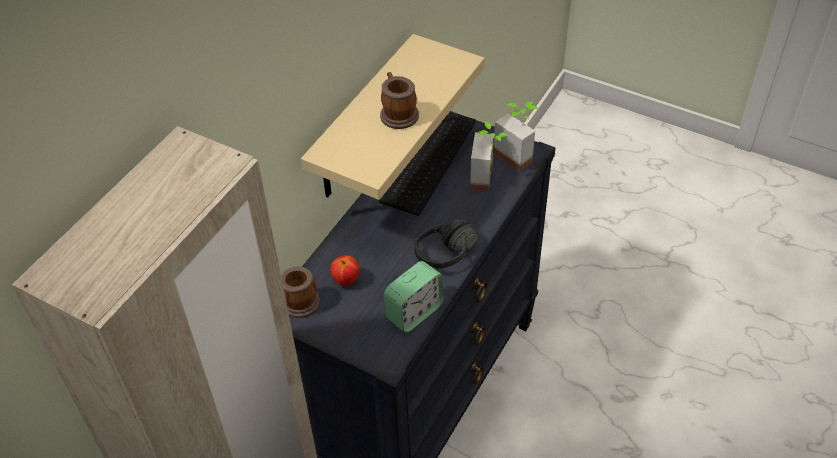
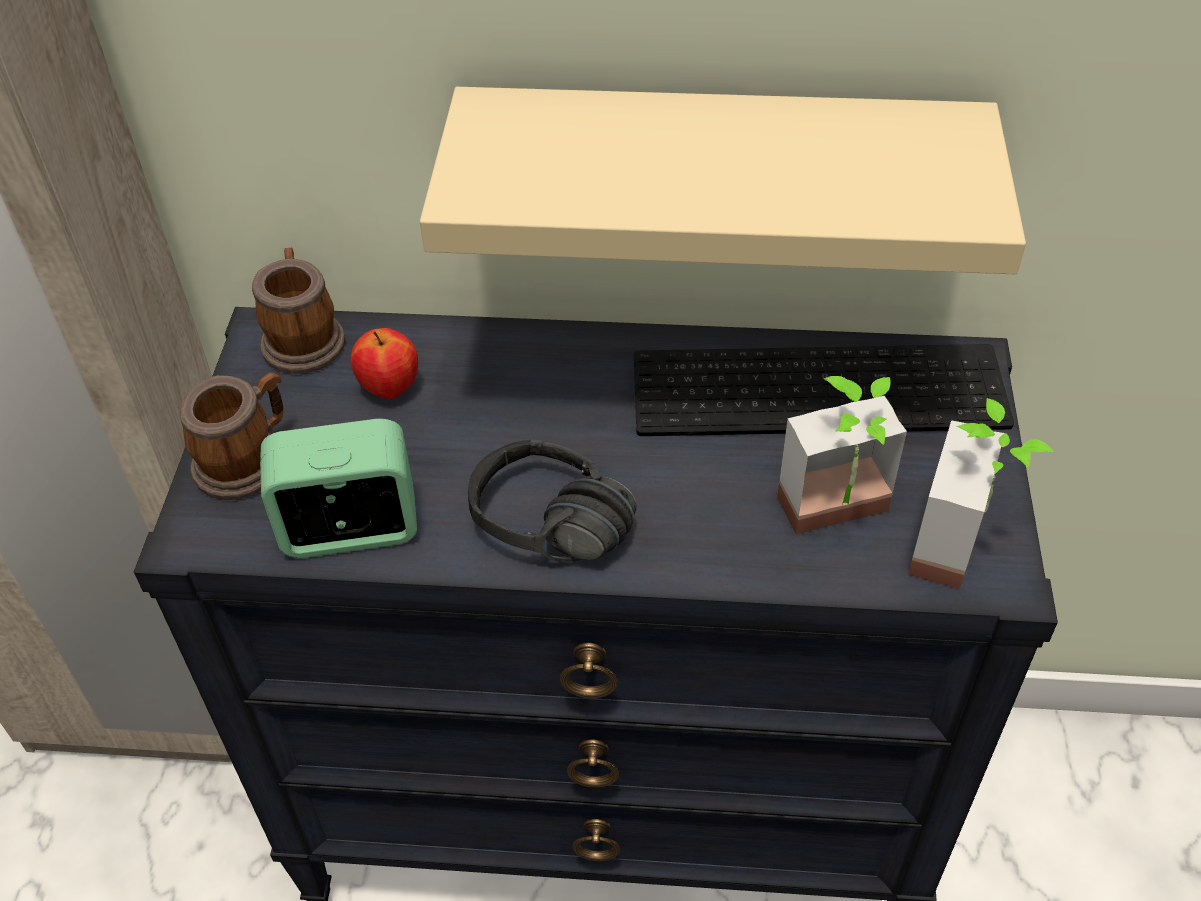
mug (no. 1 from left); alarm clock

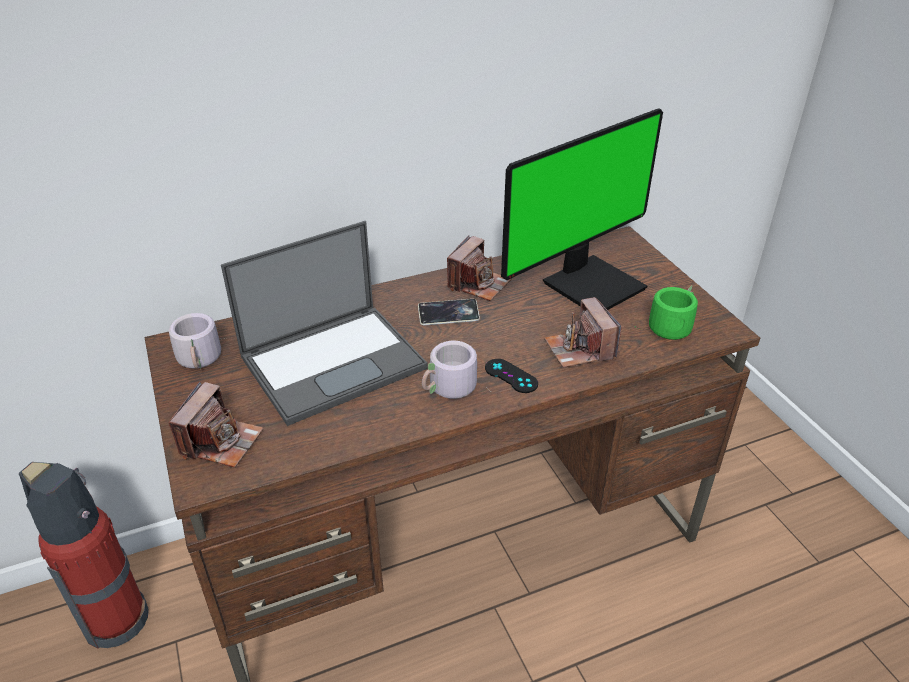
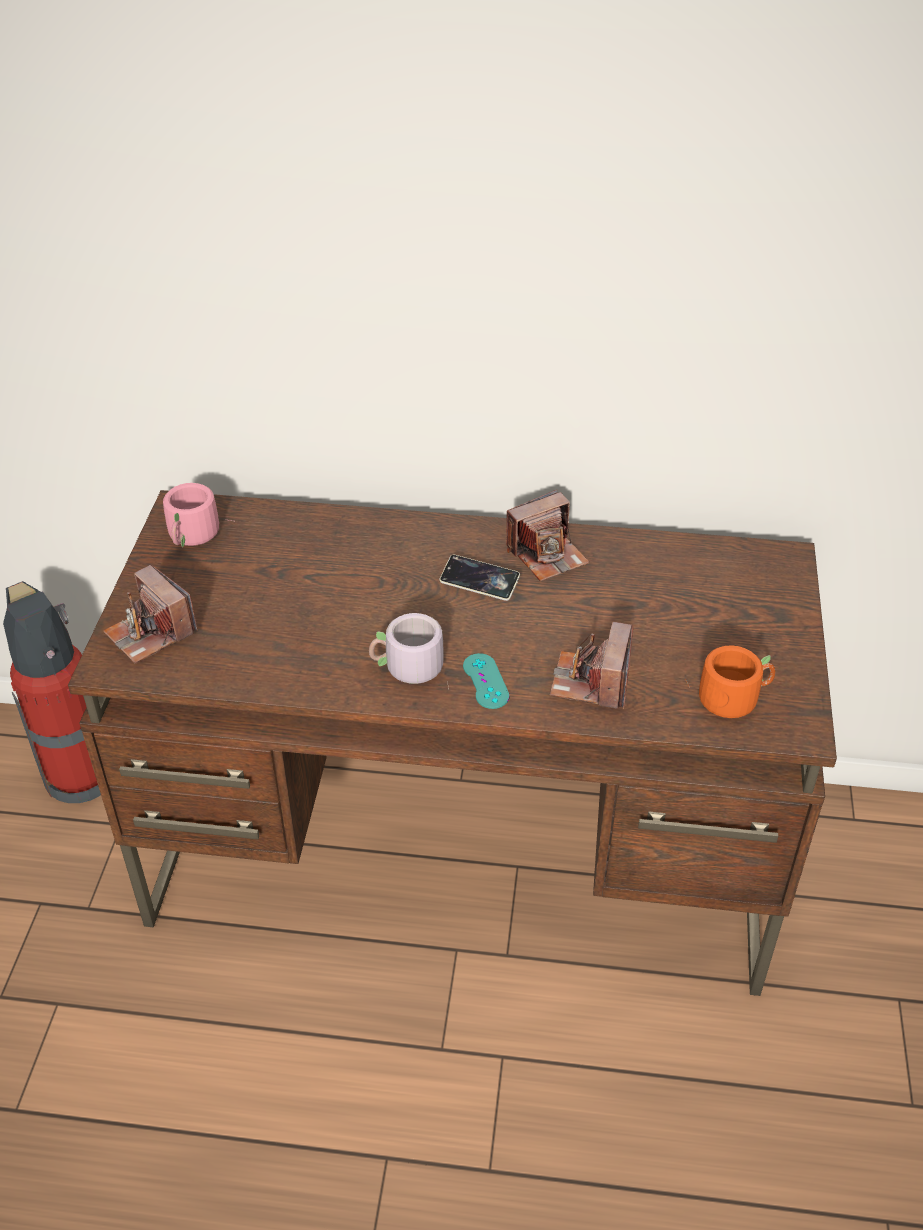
laptop; monitor; pink mug; turquoise game controller; orange mug; photo camera (no. 1 from left)

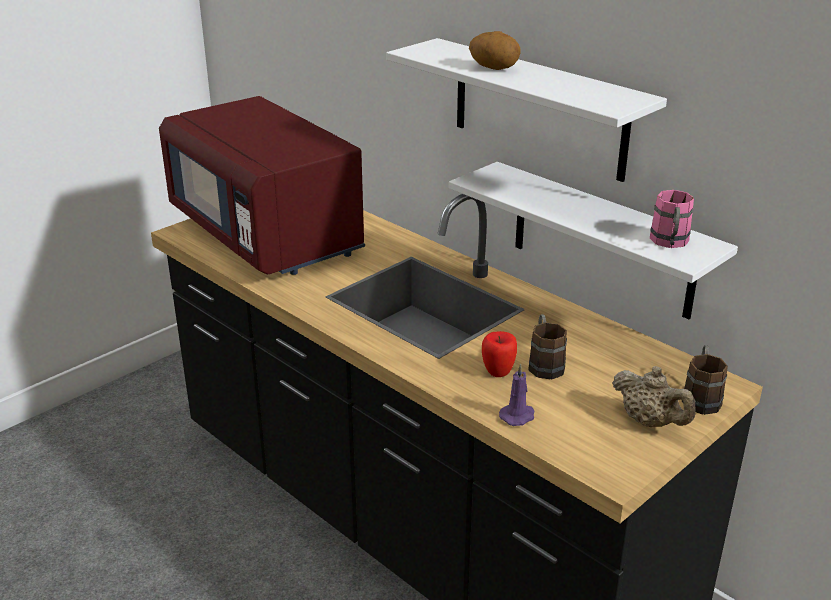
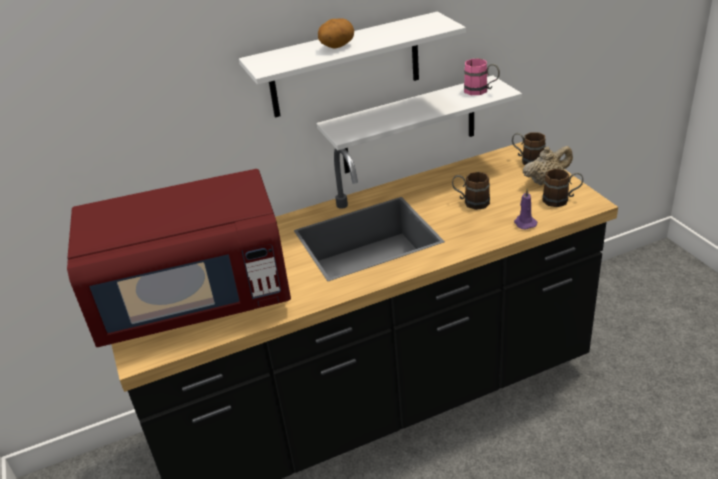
apple; brown mug (no. 3 from left)

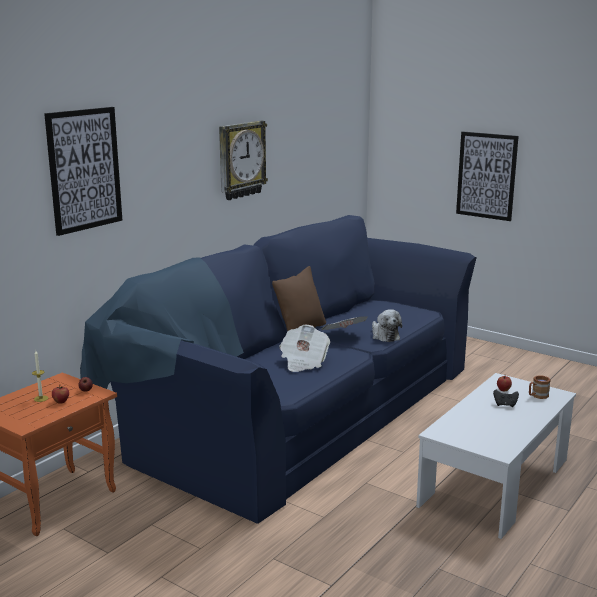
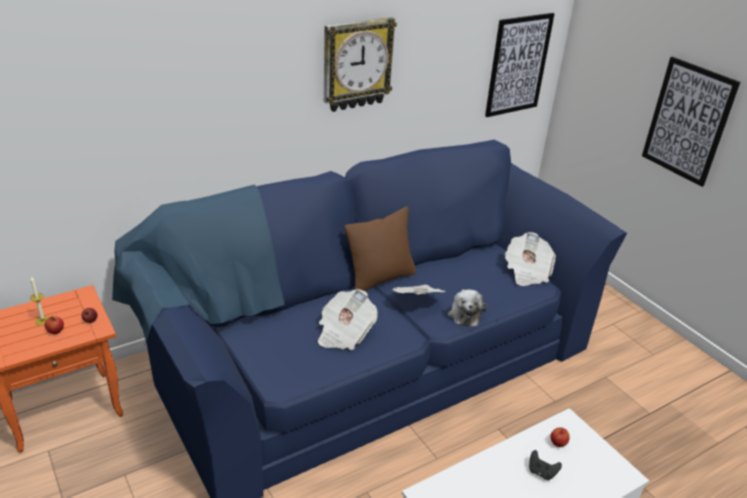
brown mug; newspaper (no. 3 from left); picture (no. 1 from left)

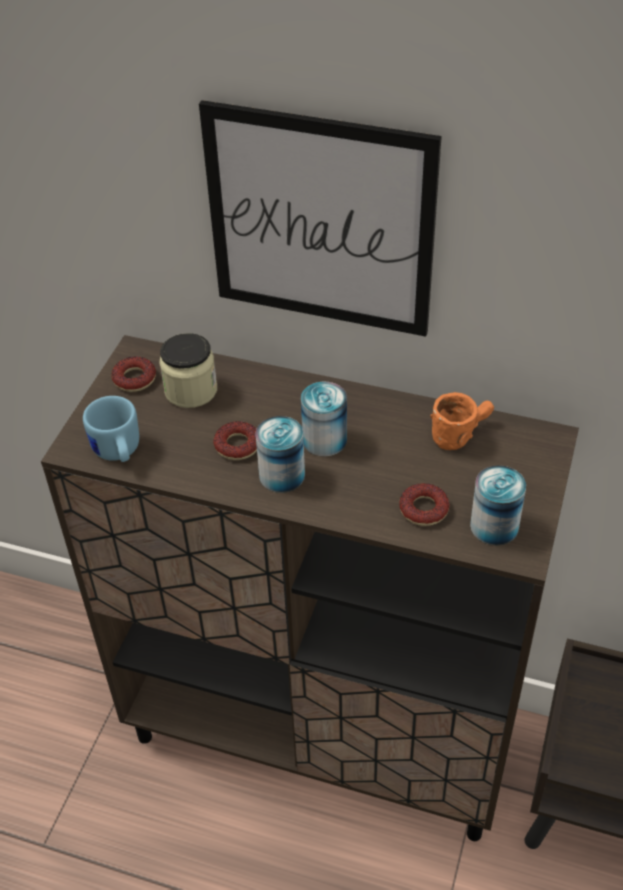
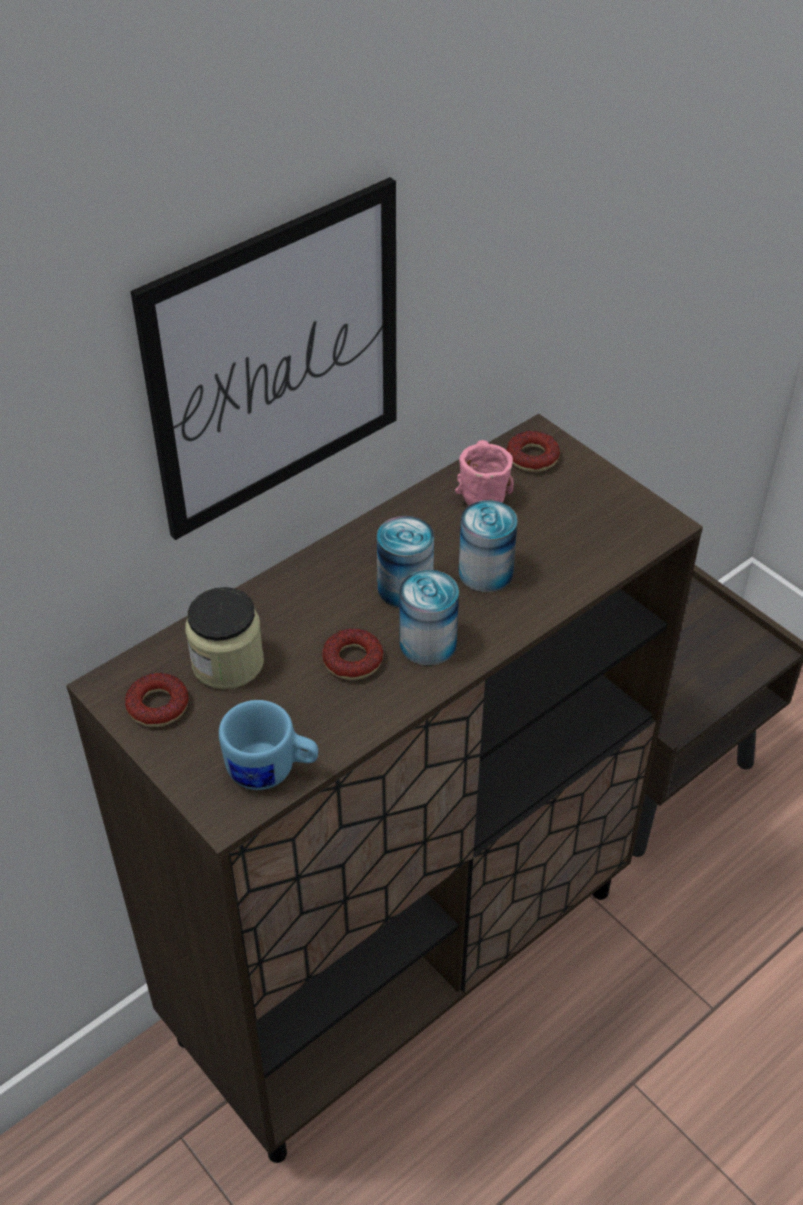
donut (no. 3 from left); can (no. 3 from left); pink mug

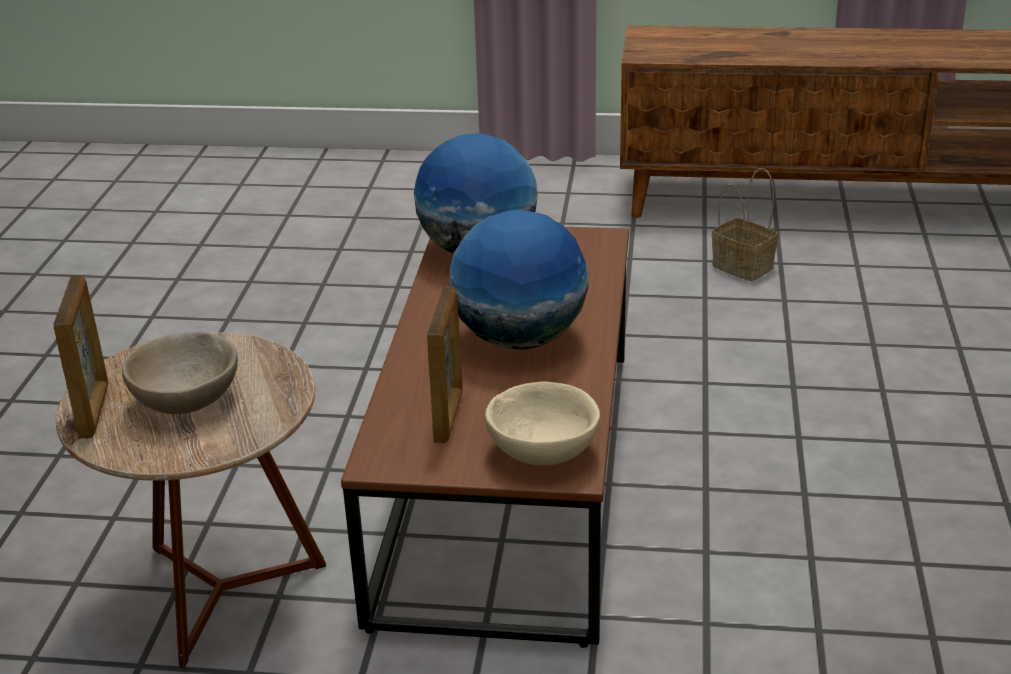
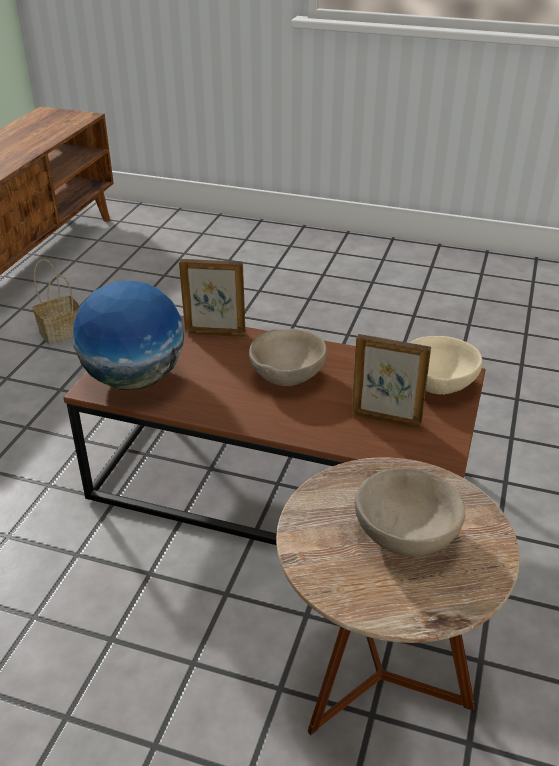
picture frame (no. 1 from left); beige bowl (no. 1 from left)

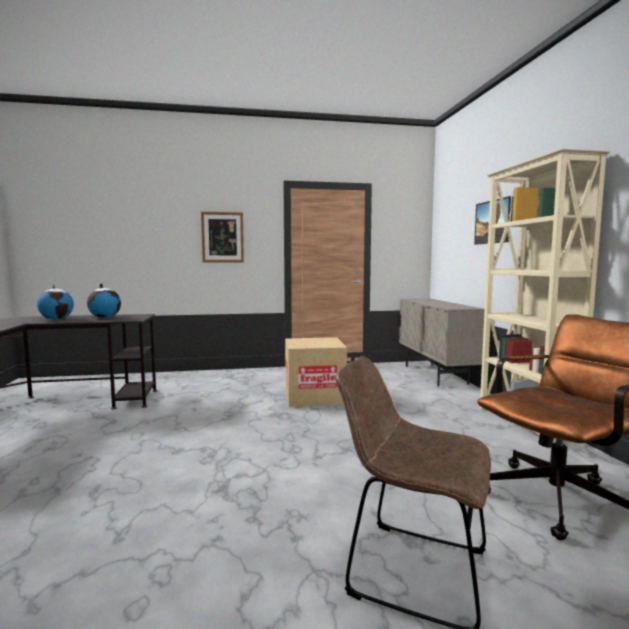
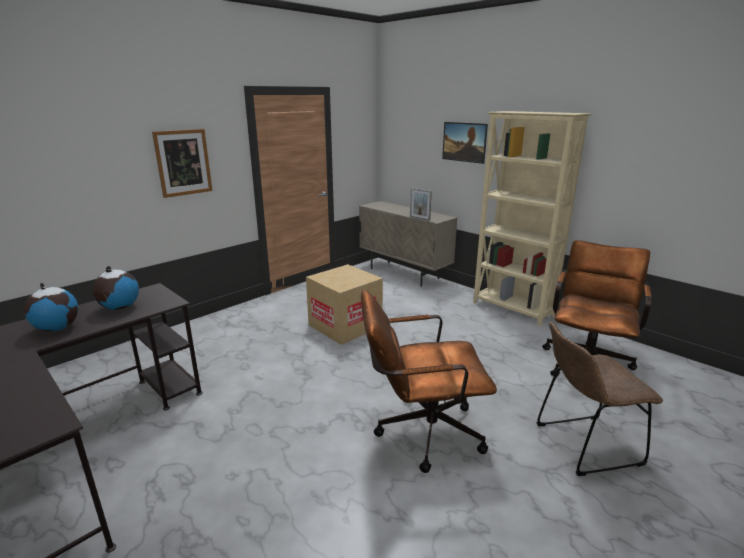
brown office chair (no. 1 from left); picture frame

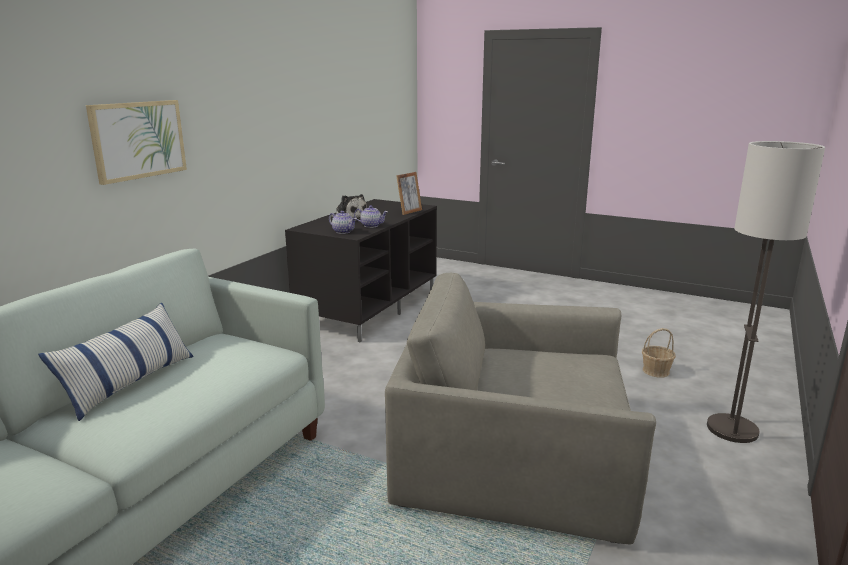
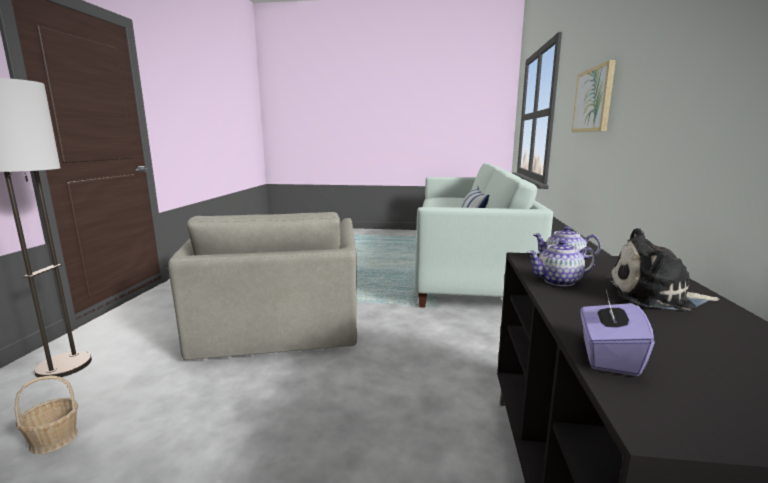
purple tissue box; grey armchair

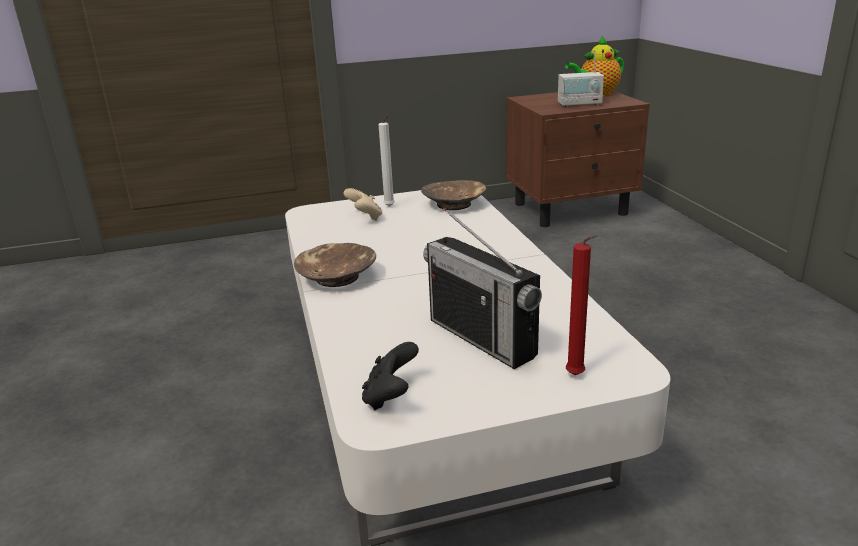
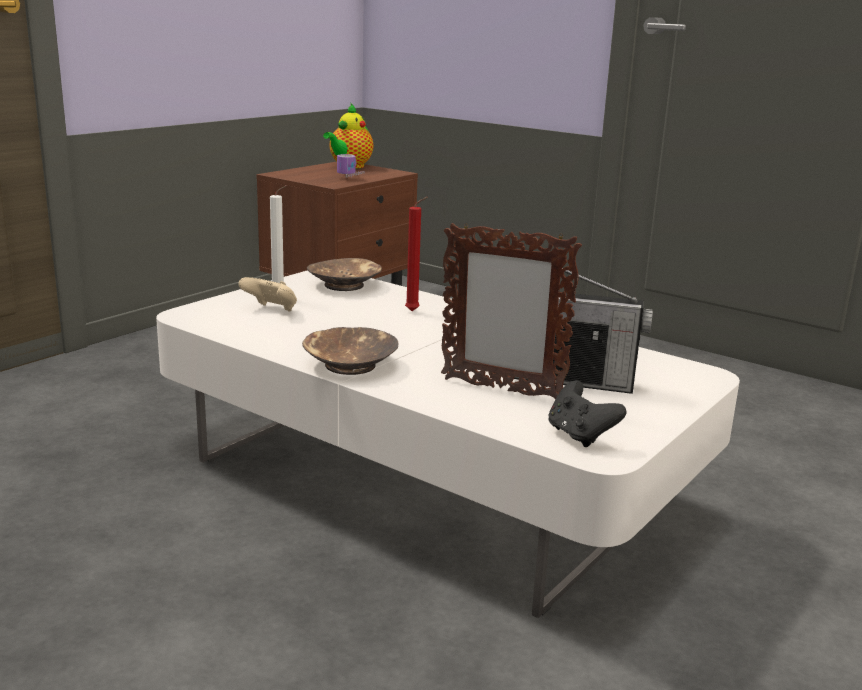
picture frame; red candle; mug

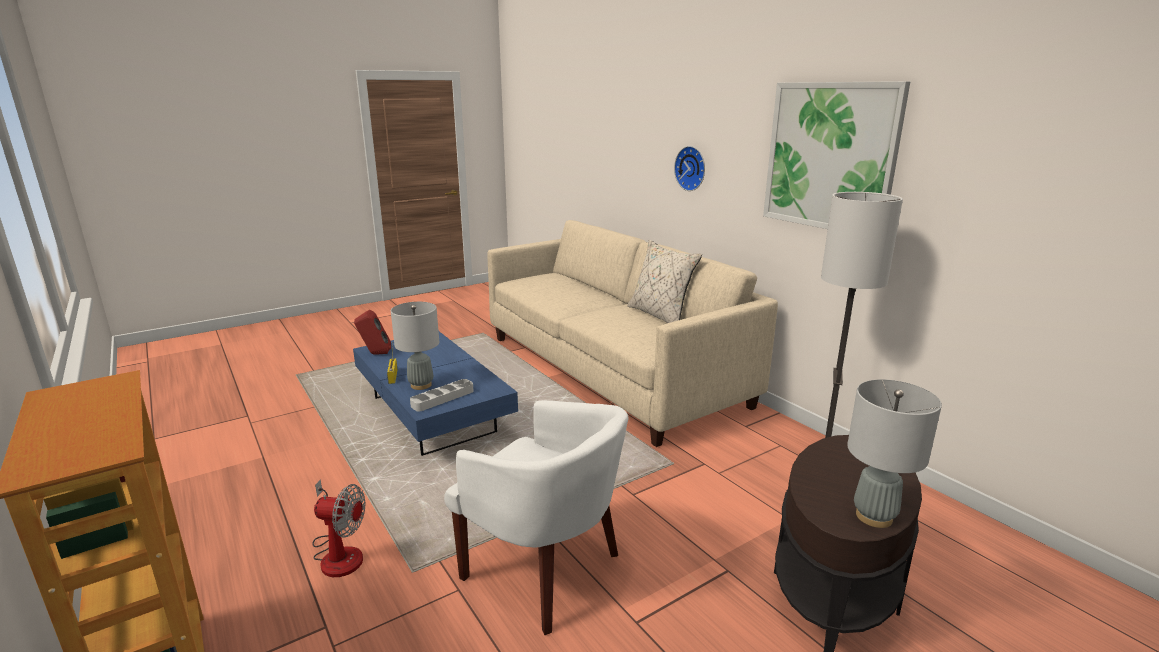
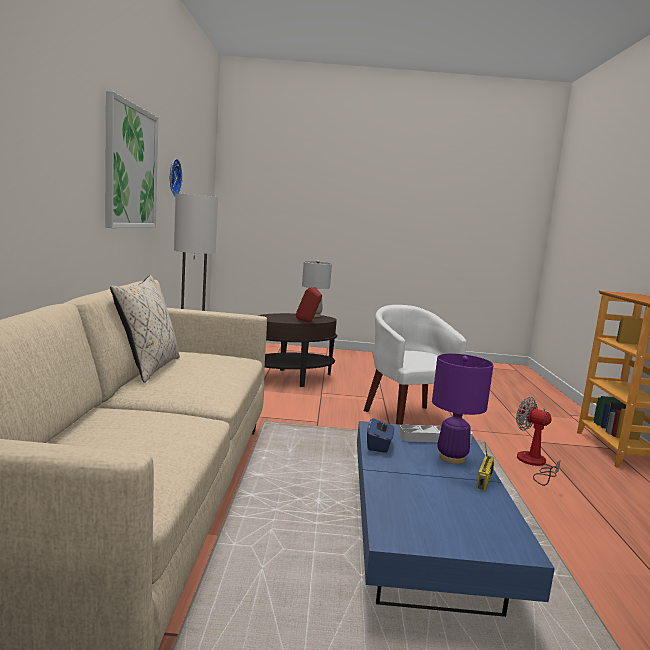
blue tissue box; red speaker; wall clock; purple table lamp

